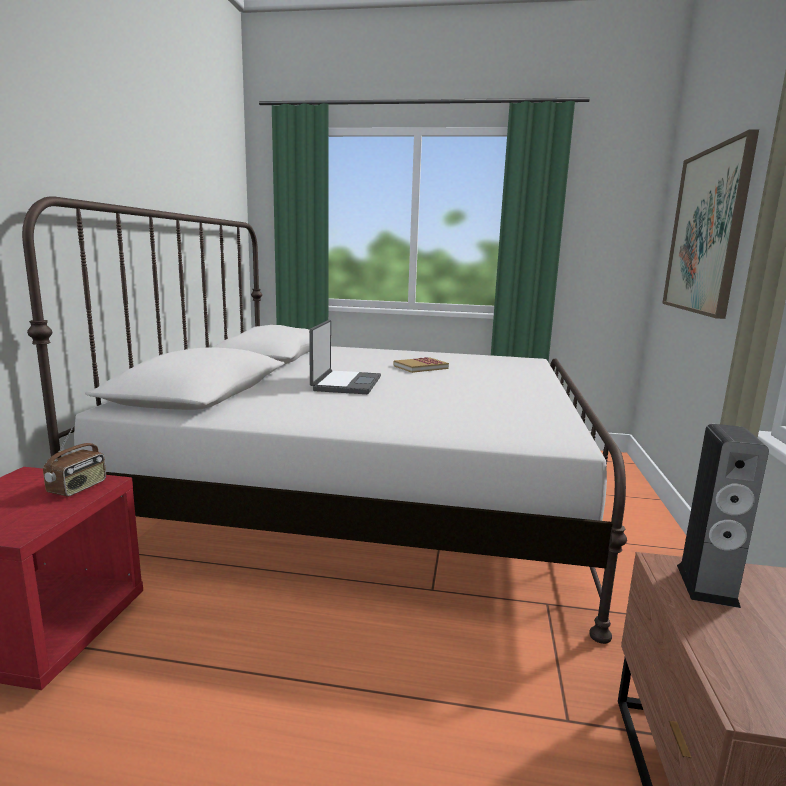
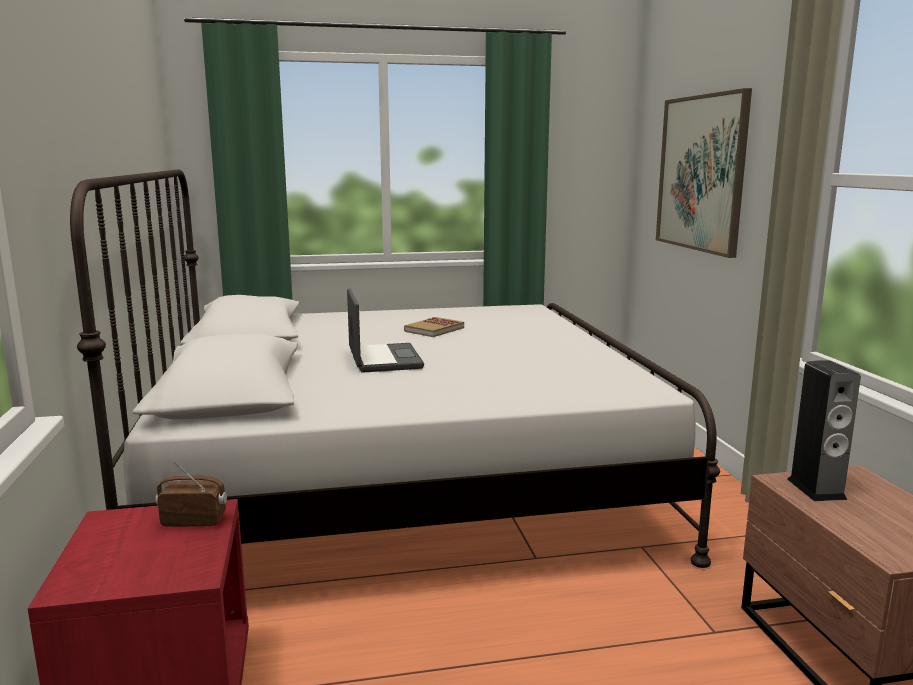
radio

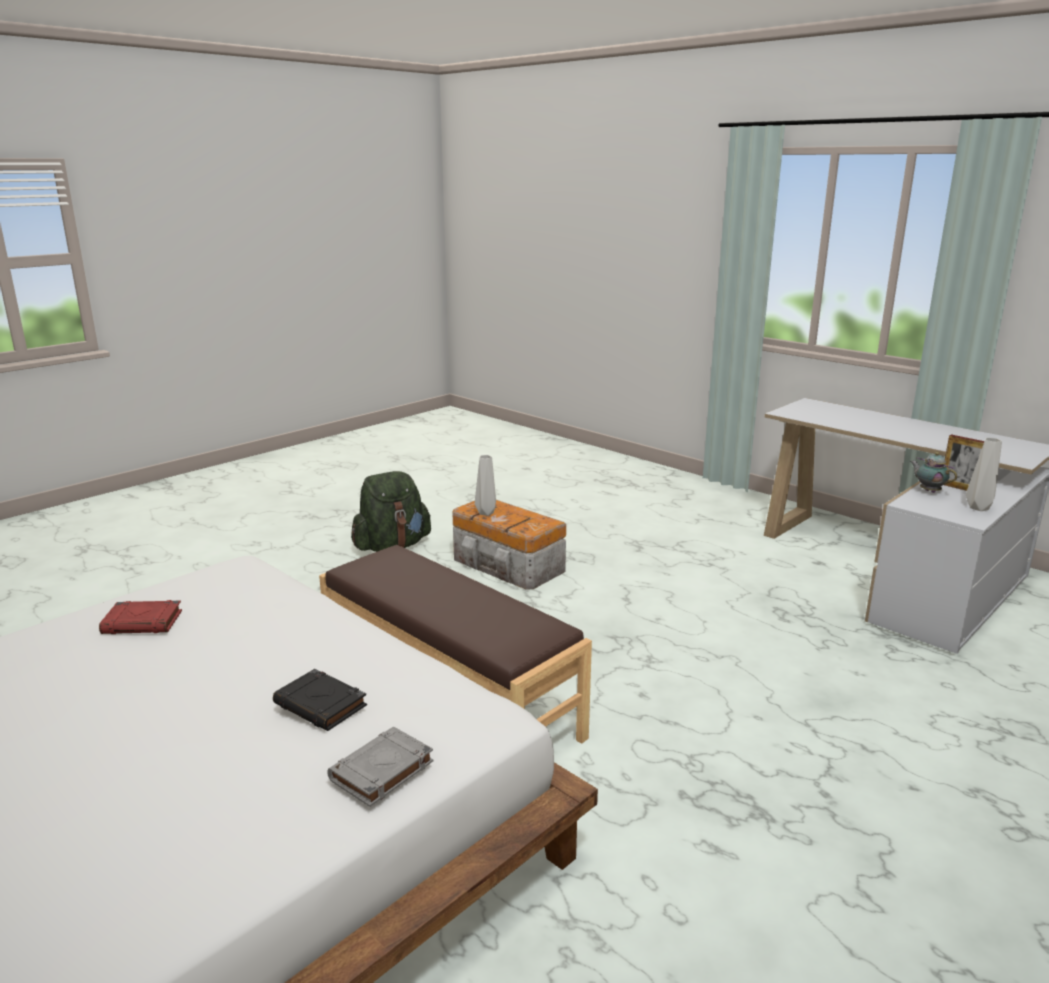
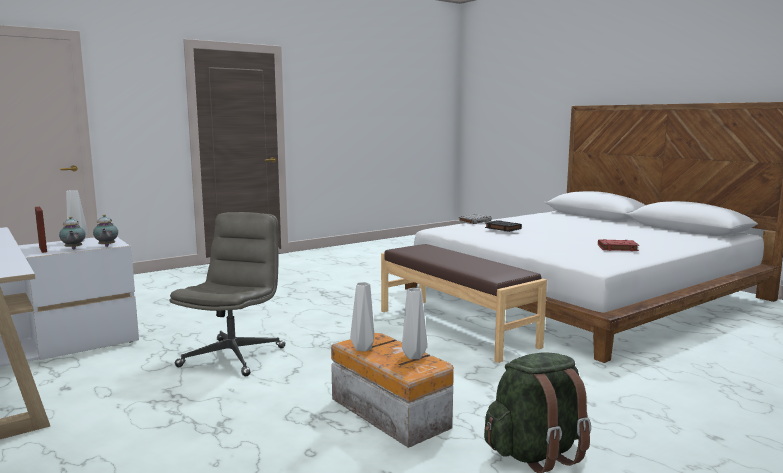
teapot (no. 2 from left); grey office chair; grey vase (no. 2 from left)

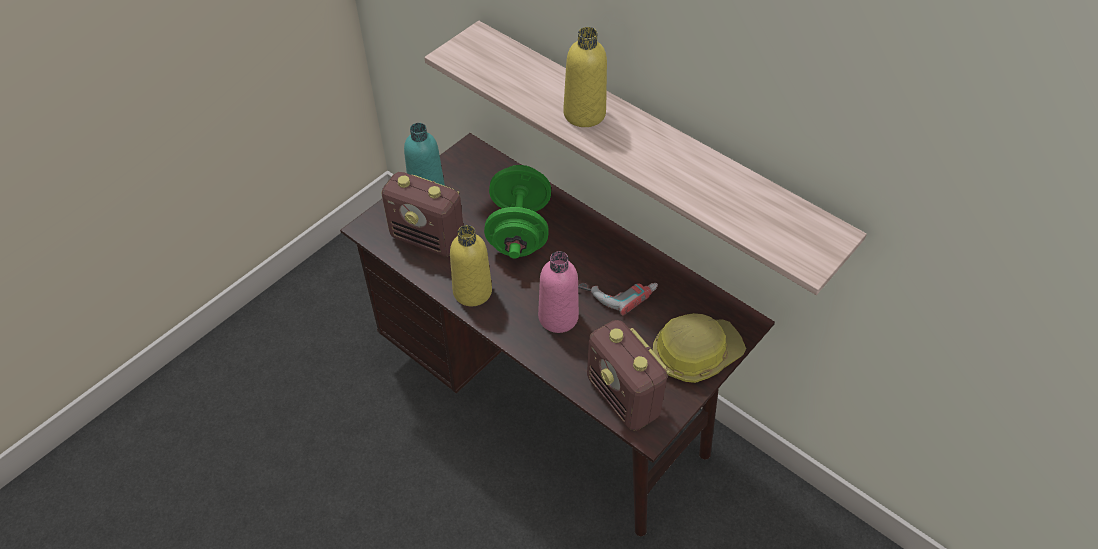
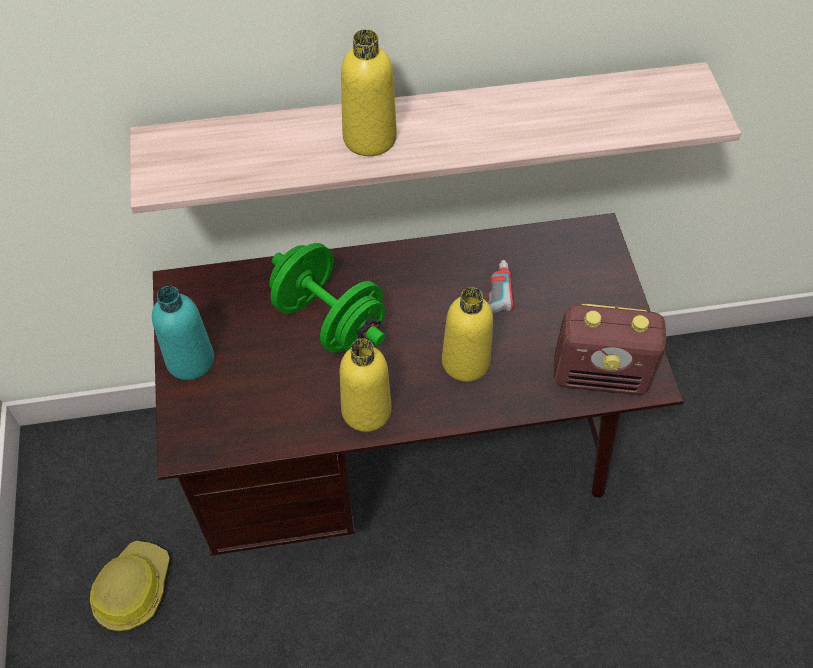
radio (no. 1 from left in the first image); hard hat; yellow bottle (no. 3 from left)

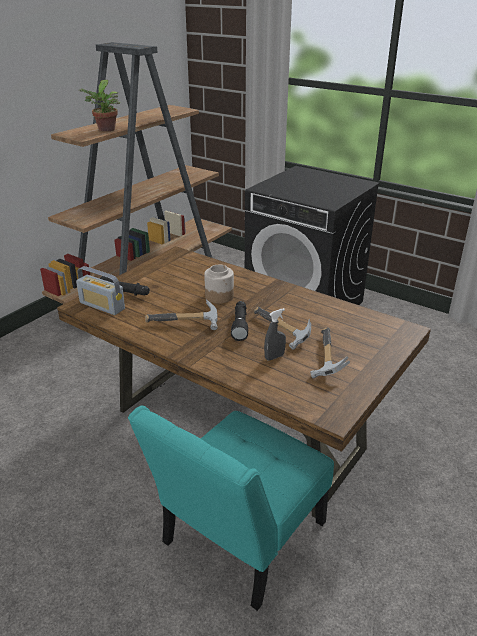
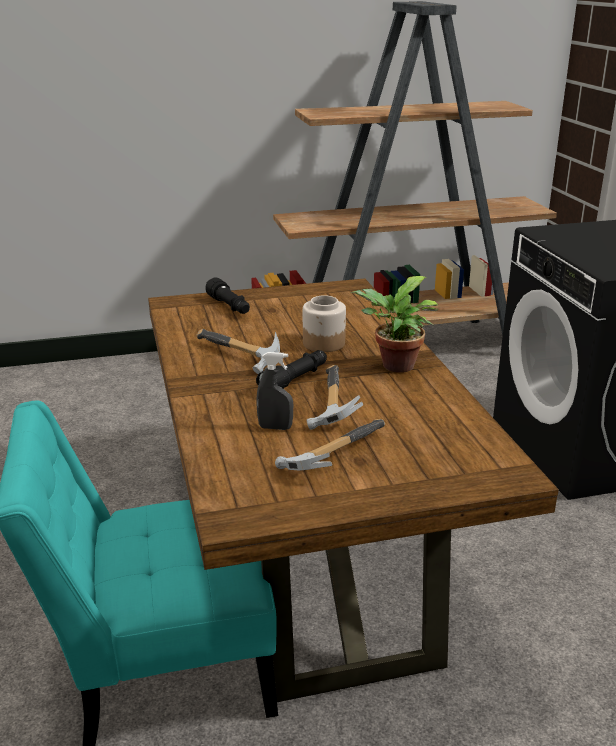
radio; potted plant

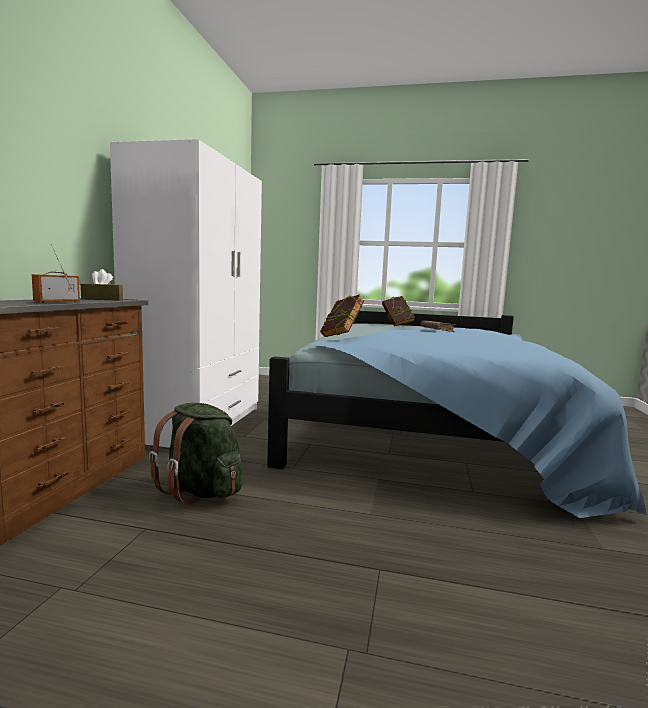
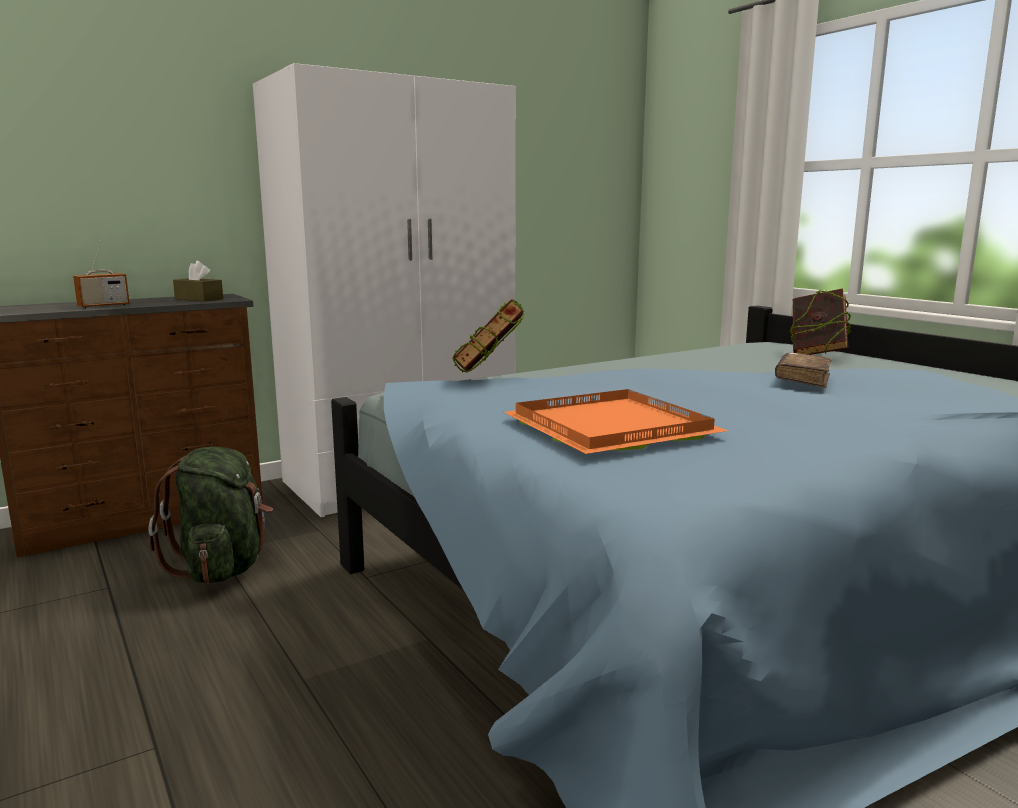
orange tray; radio

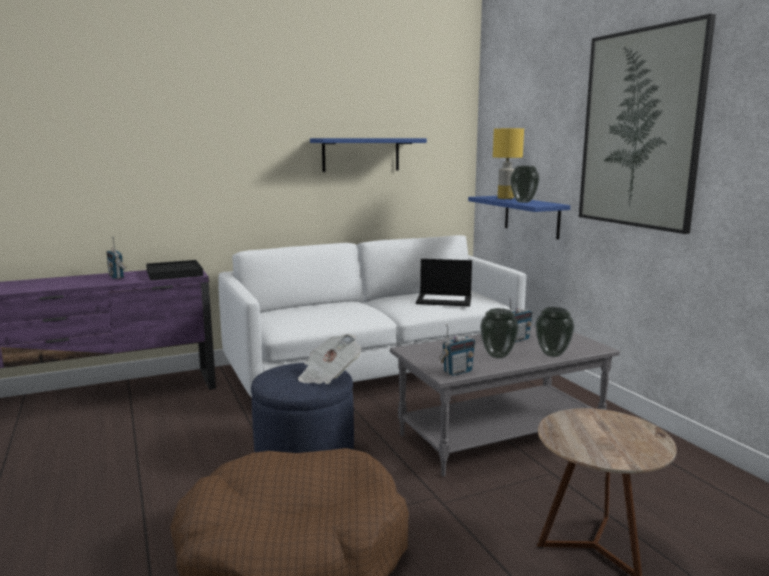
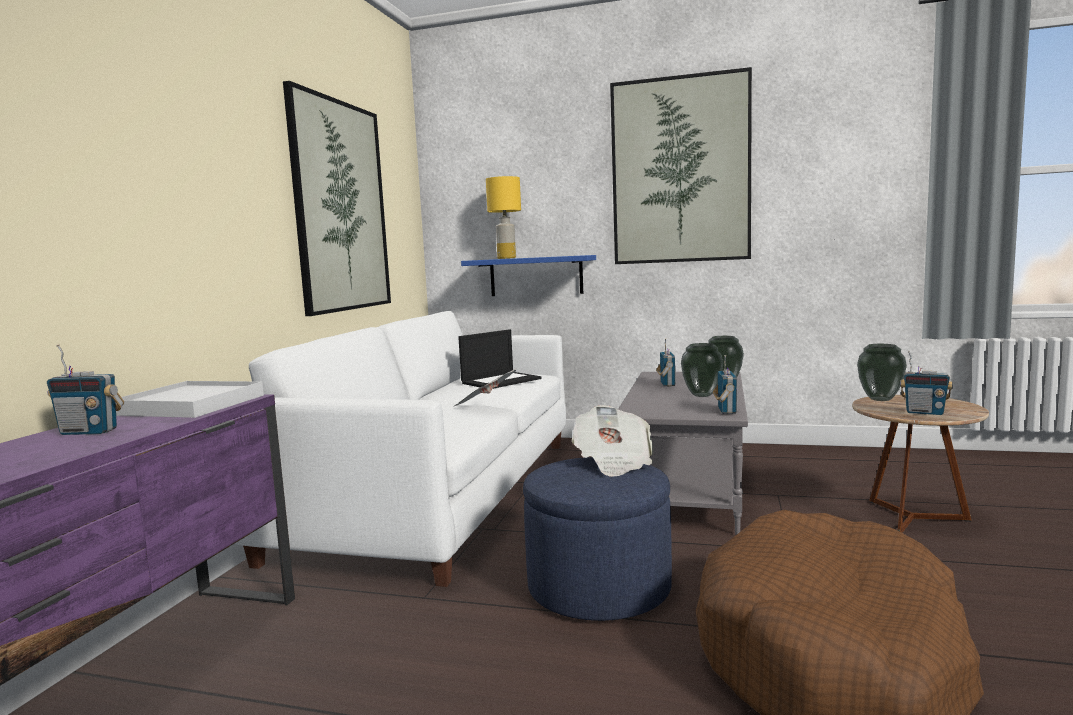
newspaper (no. 1 from left); radio (no. 4 from left); vase (no. 3 from left); picture (no. 1 from left); white tray

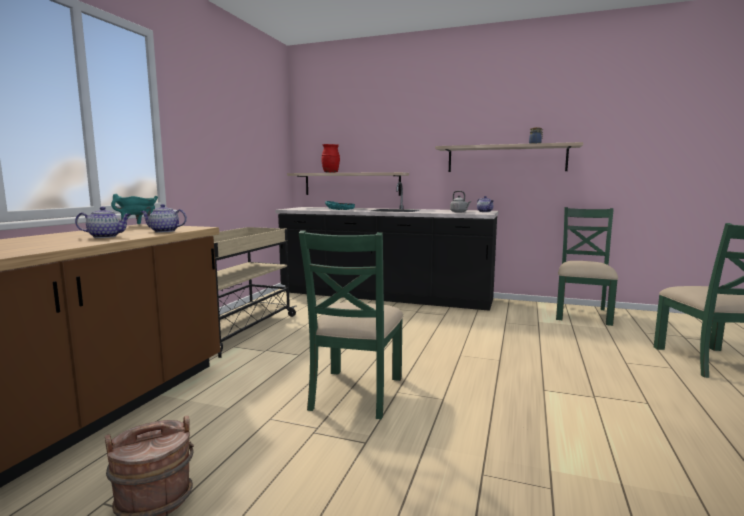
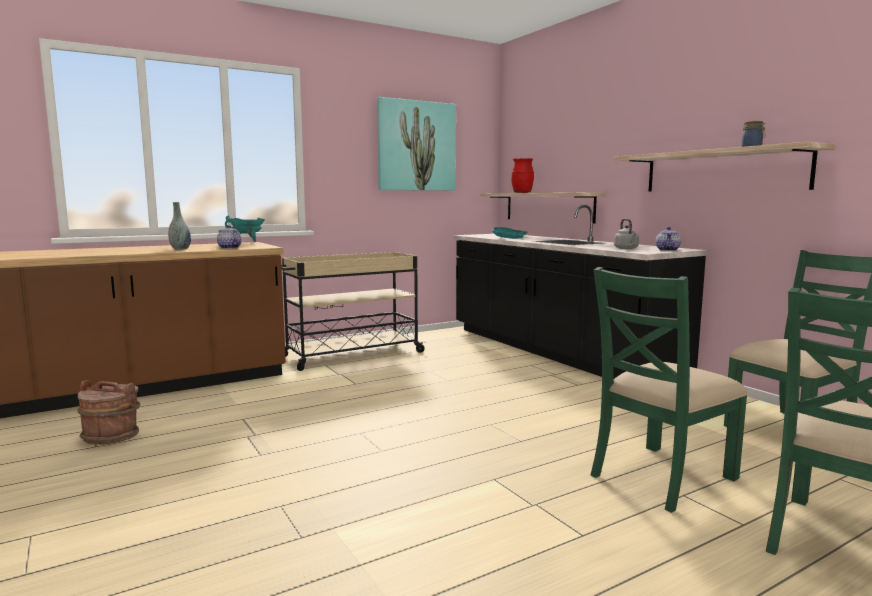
picture; green chair (no. 1 from left); grey vase

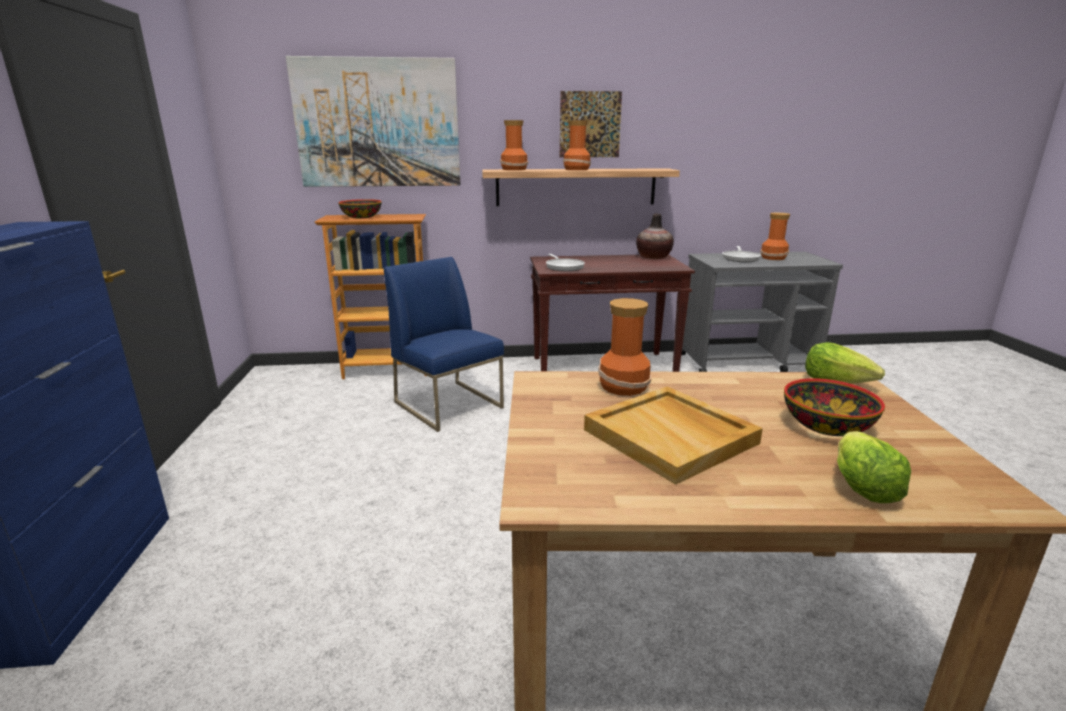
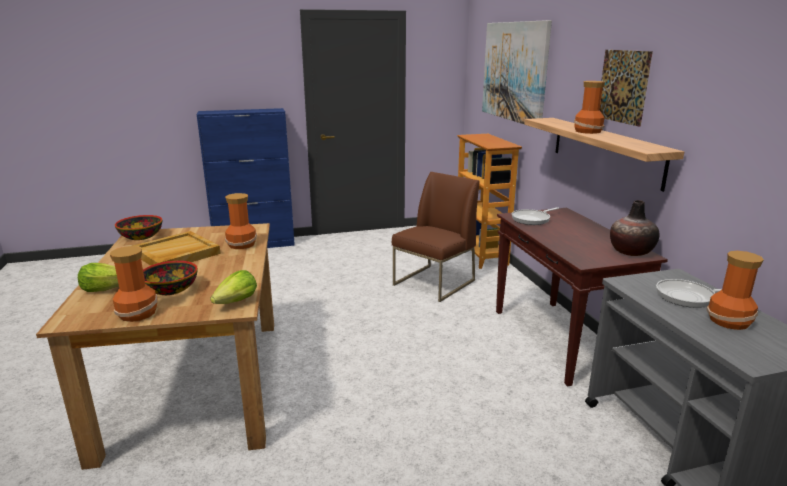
bowl (no. 1 from left); vase (no. 1 from left); brown chair

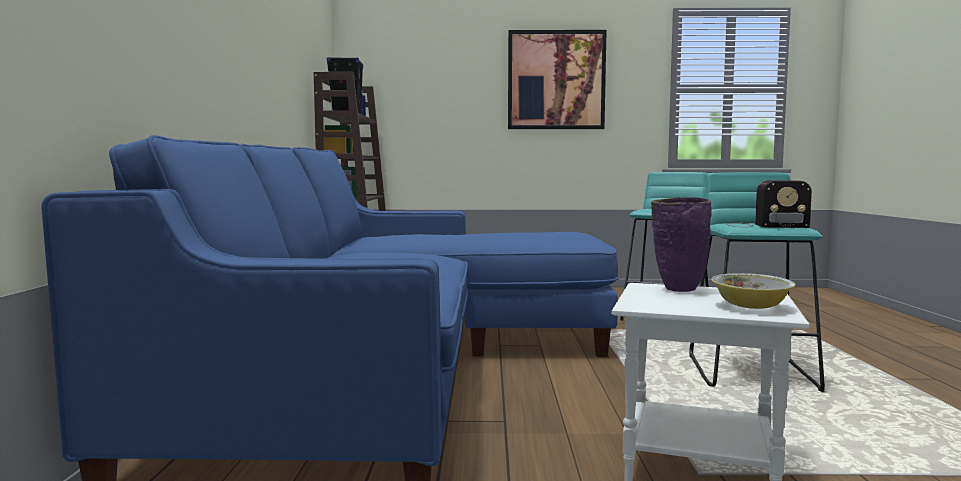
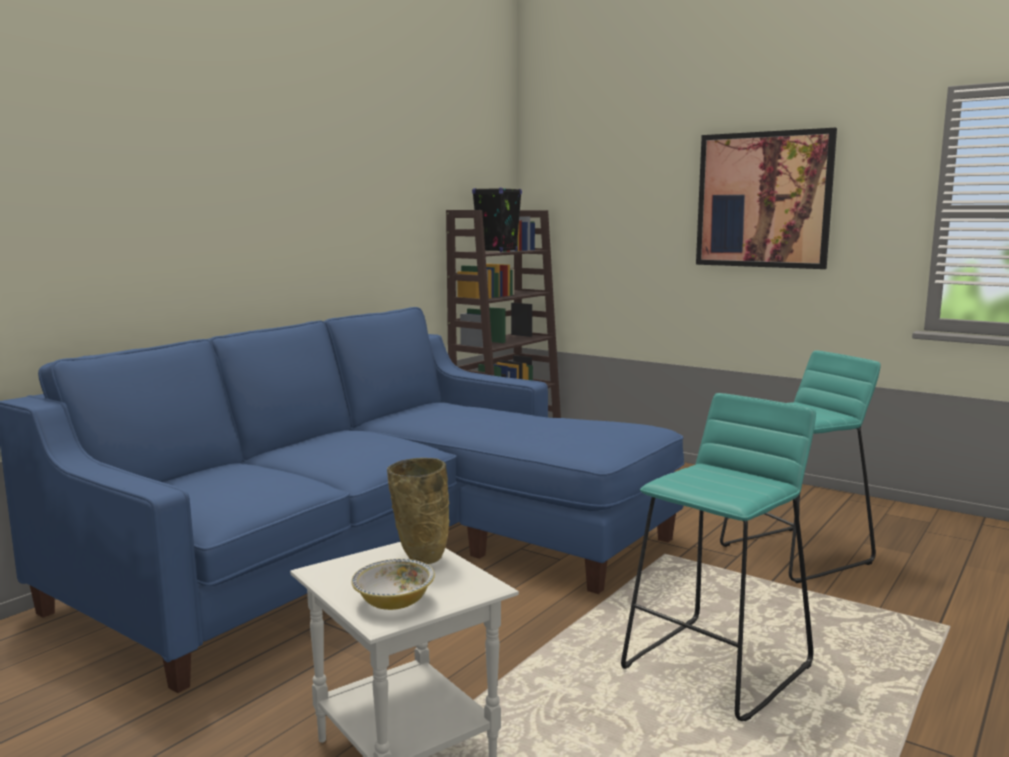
radio; beige vase

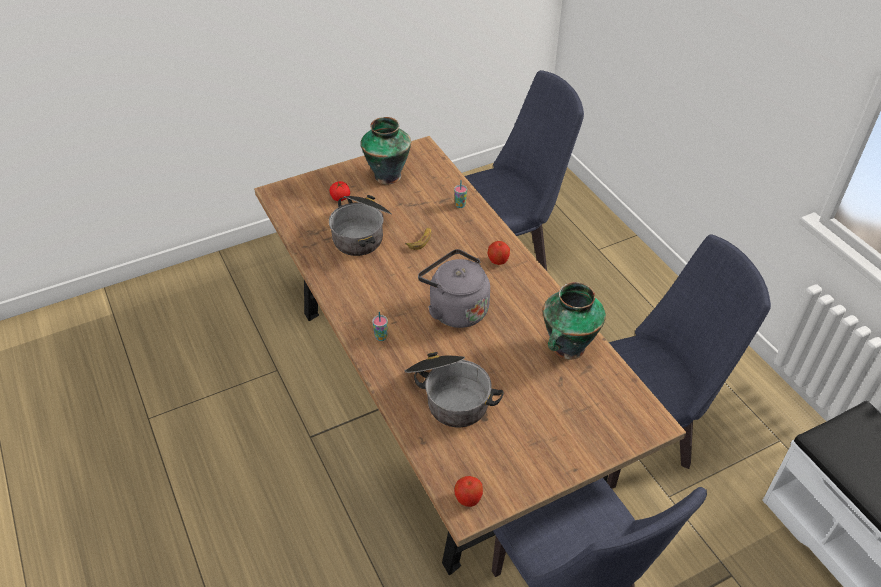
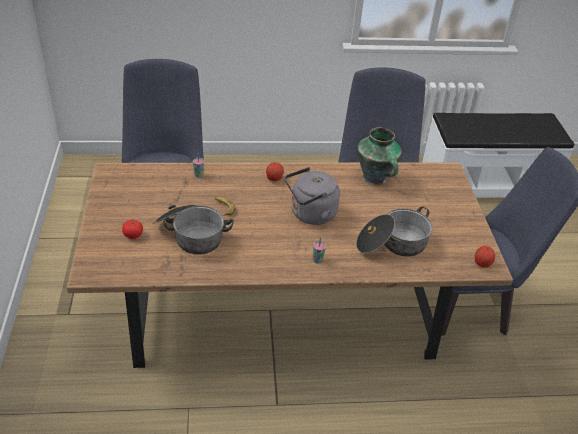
vase (no. 1 from left in the first image)

